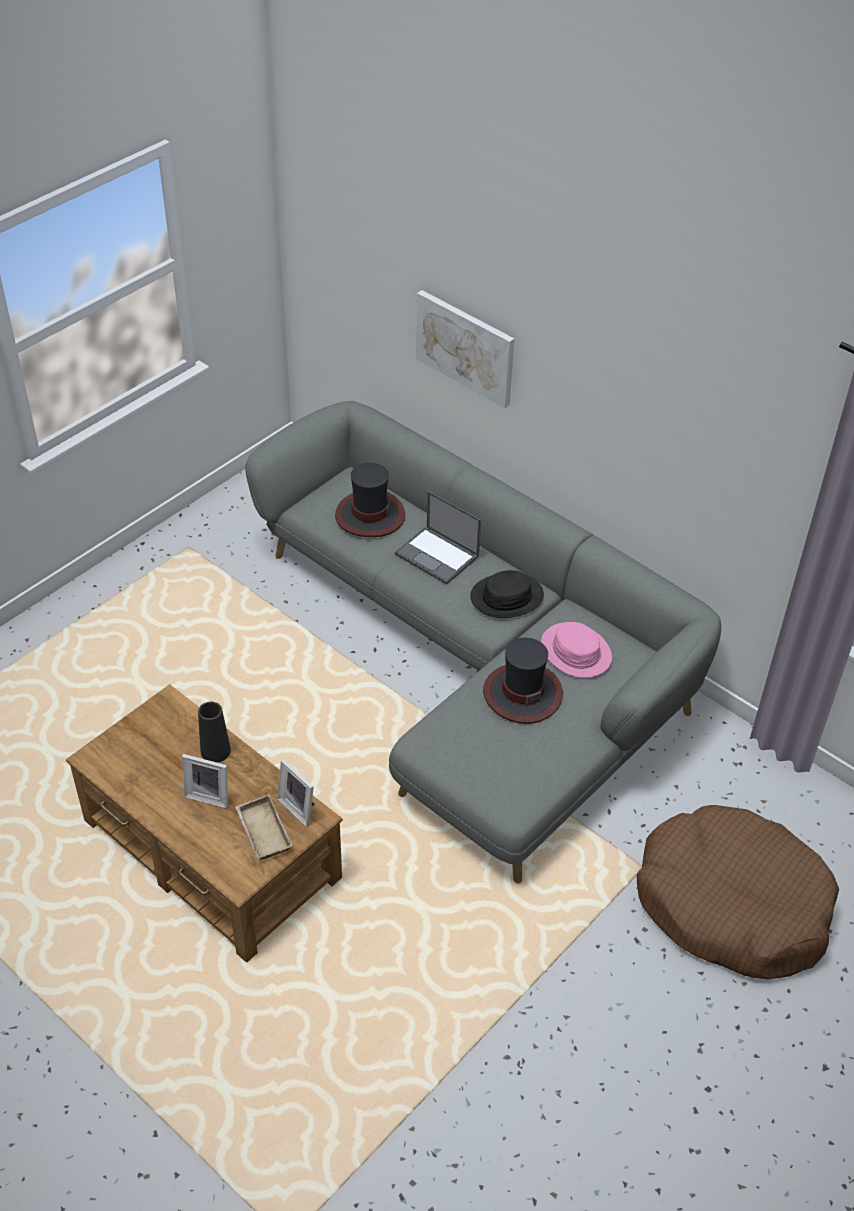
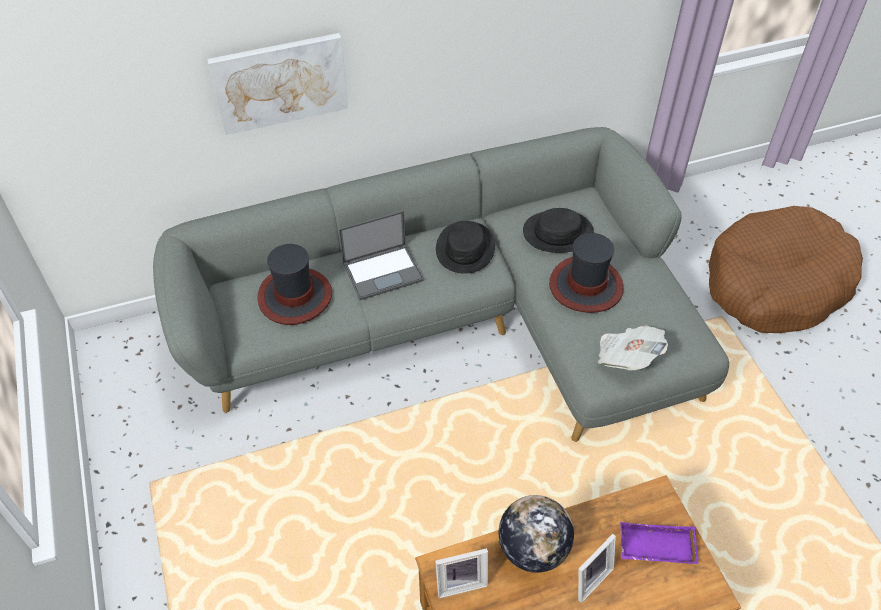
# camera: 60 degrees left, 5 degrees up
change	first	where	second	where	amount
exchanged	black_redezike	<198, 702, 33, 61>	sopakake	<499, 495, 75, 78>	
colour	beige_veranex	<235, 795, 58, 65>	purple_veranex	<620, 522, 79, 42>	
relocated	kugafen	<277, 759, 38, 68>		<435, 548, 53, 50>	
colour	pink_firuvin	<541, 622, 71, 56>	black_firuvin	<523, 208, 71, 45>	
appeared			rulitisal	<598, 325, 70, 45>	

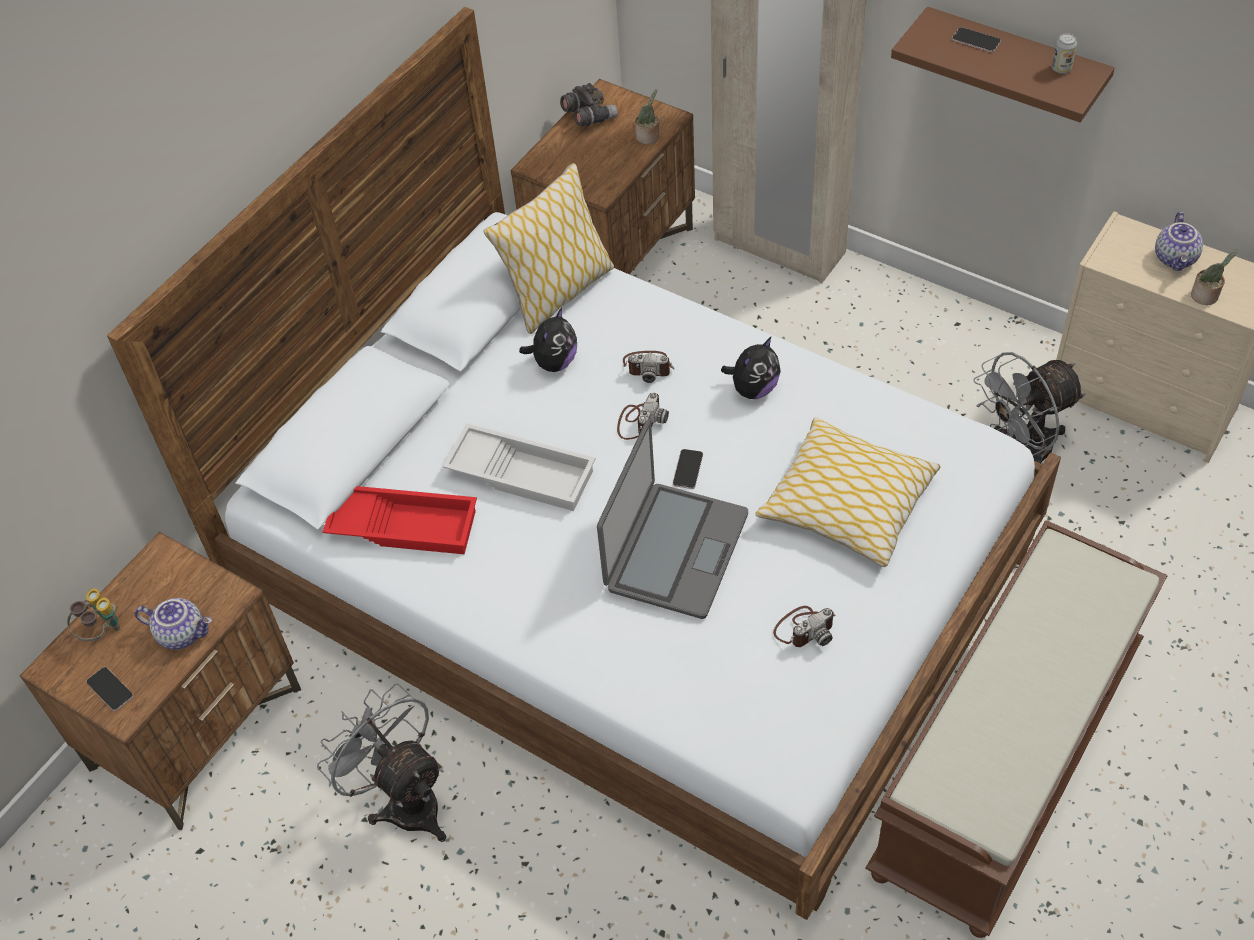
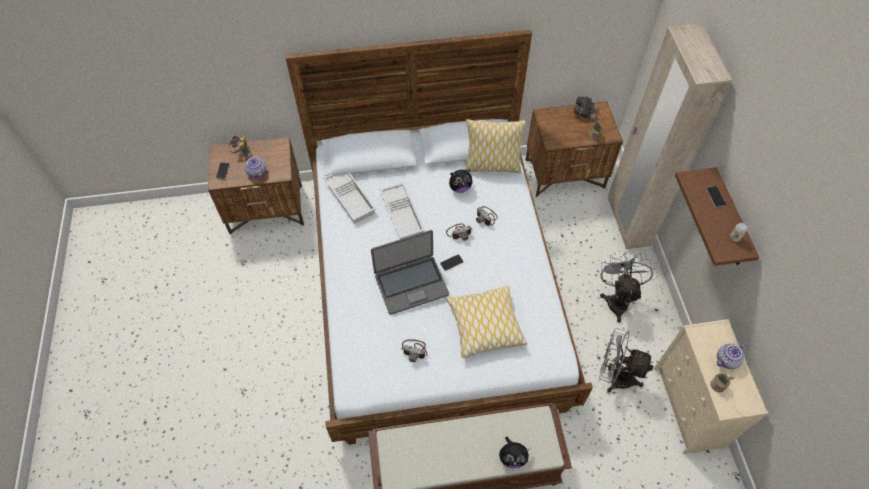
# camera: 45 degrees right, 5 degrees up
change	first	where	second	where	amount
relocated	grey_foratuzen	<317, 684, 129, 158>		<600, 252, 53, 71>	
colour	red_veranex	<323, 486, 154, 68>	white_veranex	<324, 172, 52, 52>	
relocated	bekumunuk	<721, 337, 60, 62>		<499, 437, 30, 32>	

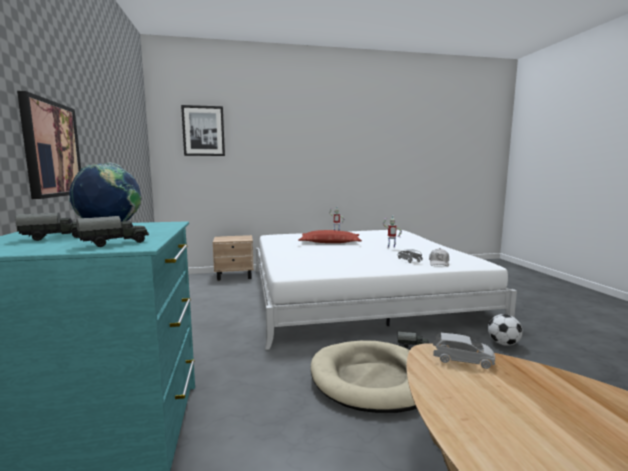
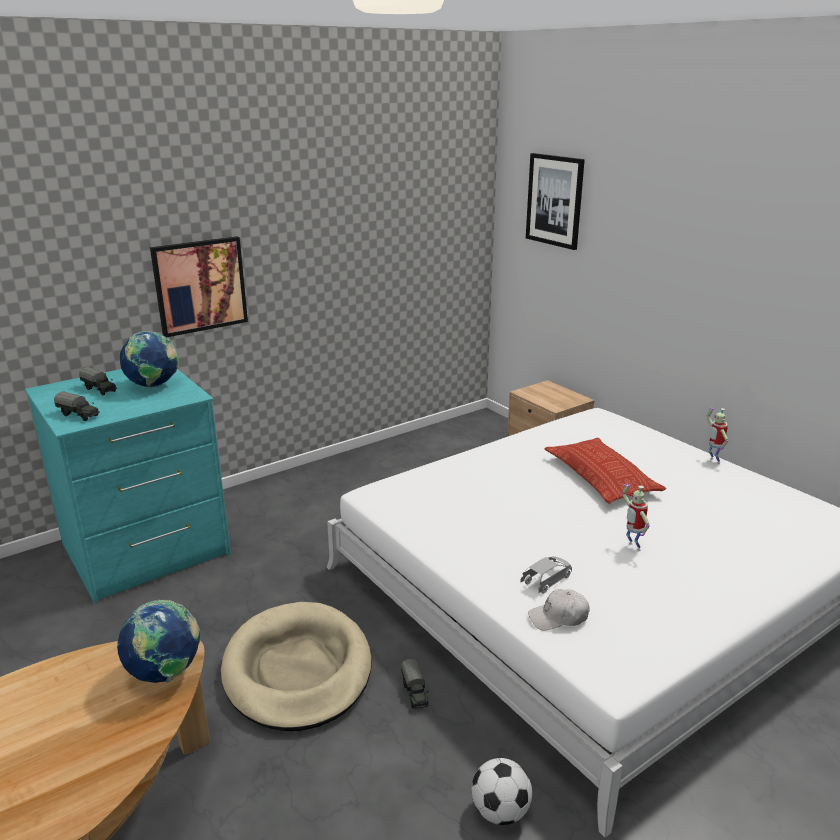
# camera: 65 degrees right, 15 degrees up
change	first	where	second	where	amount
exchanged	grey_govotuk	<433, 333, 62, 36>	sopakake	<117, 600, 83, 83>	

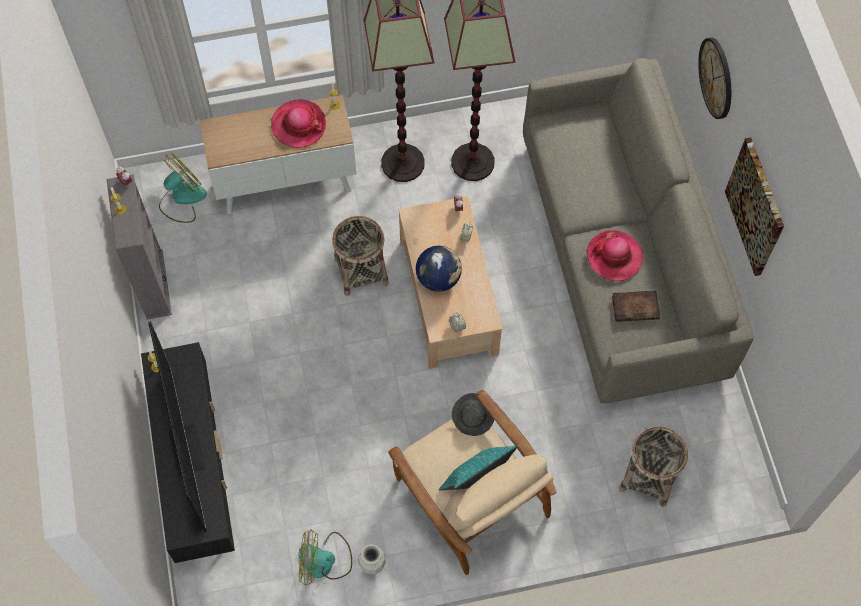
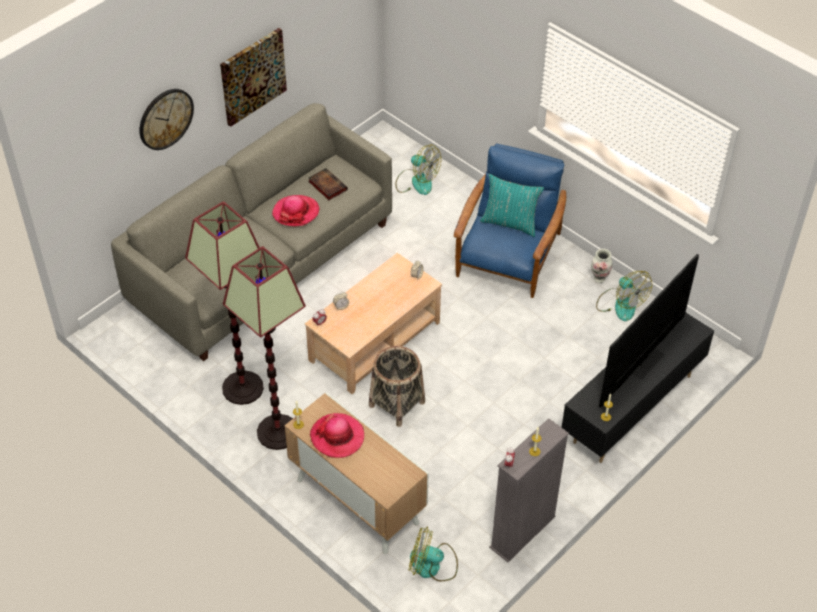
# camera: 125 degrees left, 15 degrees down
change	first	where	second	where	amount
colour	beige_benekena	<388, 390, 168, 185>	blue_benekena	<454, 144, 112, 154>	
missing	sopakake	<416, 246, 46, 46>			
missing	grey_firuvin	<452, 393, 42, 43>			
exchanged	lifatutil	<619, 426, 69, 81>	foratuzen	<395, 144, 46, 51>	

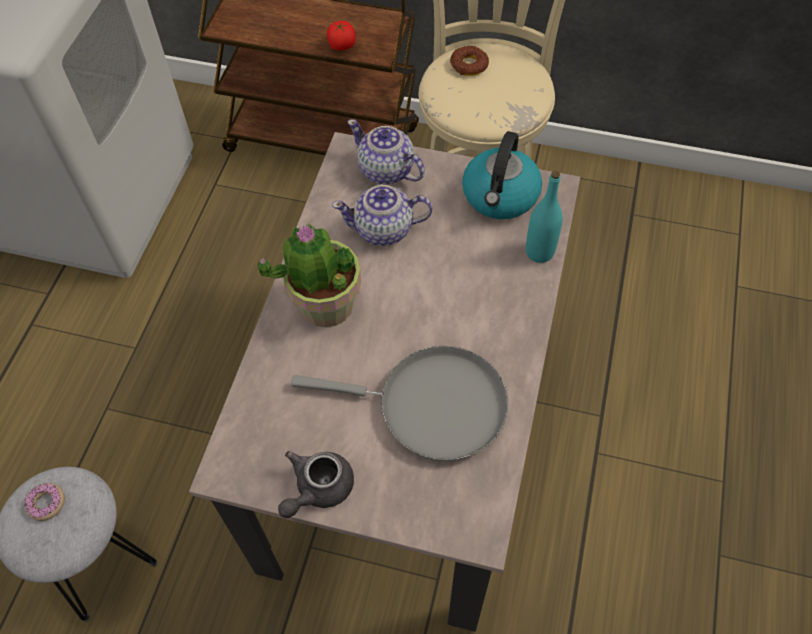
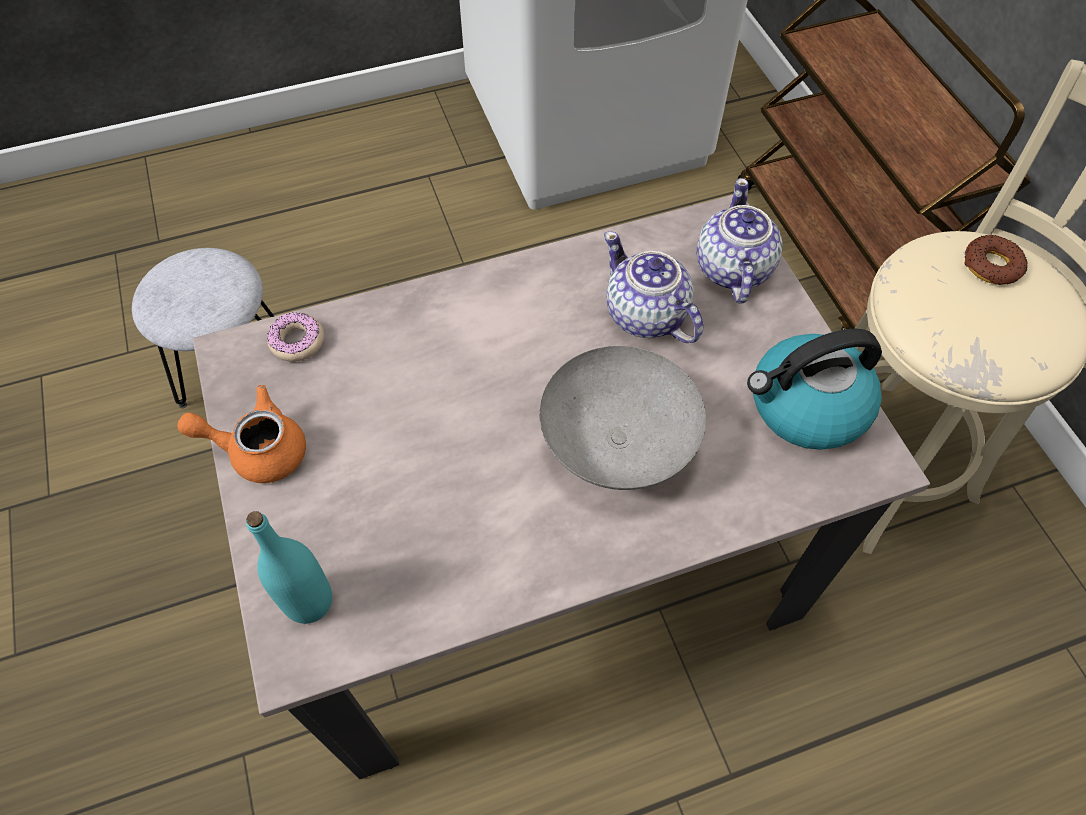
# camera: 55 degrees right, 0 degrees up
change	first	where	second	where	amount
relocated	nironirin	<25, 483, 40, 38>		<267, 312, 57, 50>	
missing	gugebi	<257, 224, 104, 103>			
colour	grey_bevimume	<278, 451, 76, 67>	orange_bevimume	<178, 385, 128, 98>	
missing	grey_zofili	<291, 346, 217, 115>			
missing	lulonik	<327, 21, 29, 29>			
relocated	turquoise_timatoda	<526, 171, 37, 92>		<246, 511, 86, 113>	
appeared			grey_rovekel	<539, 346, 167, 144>	

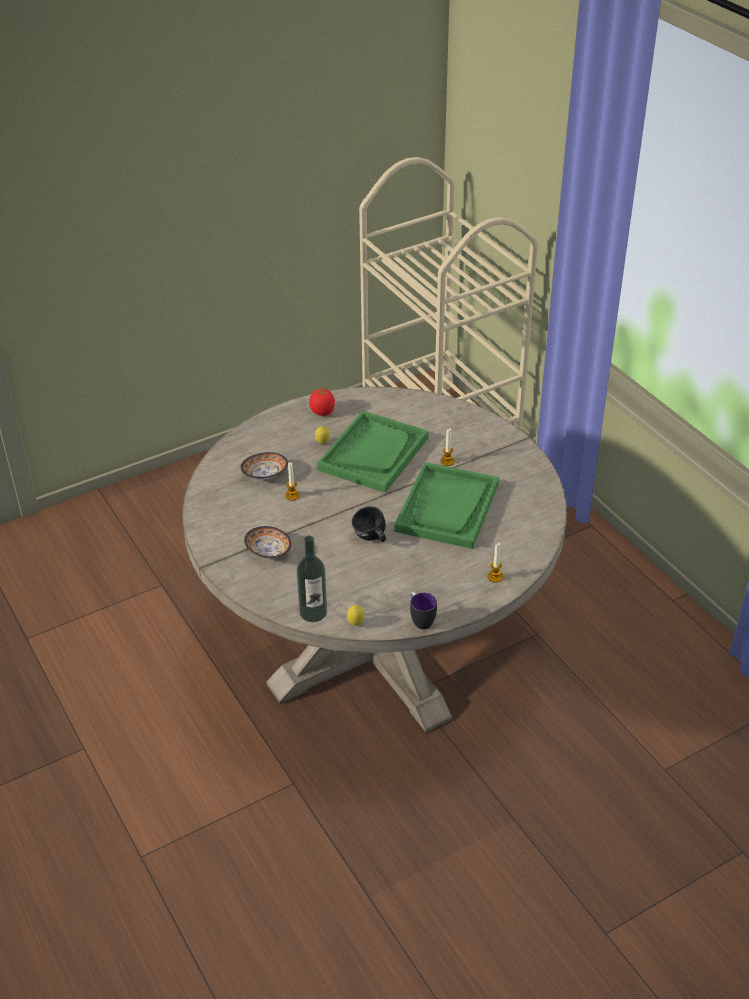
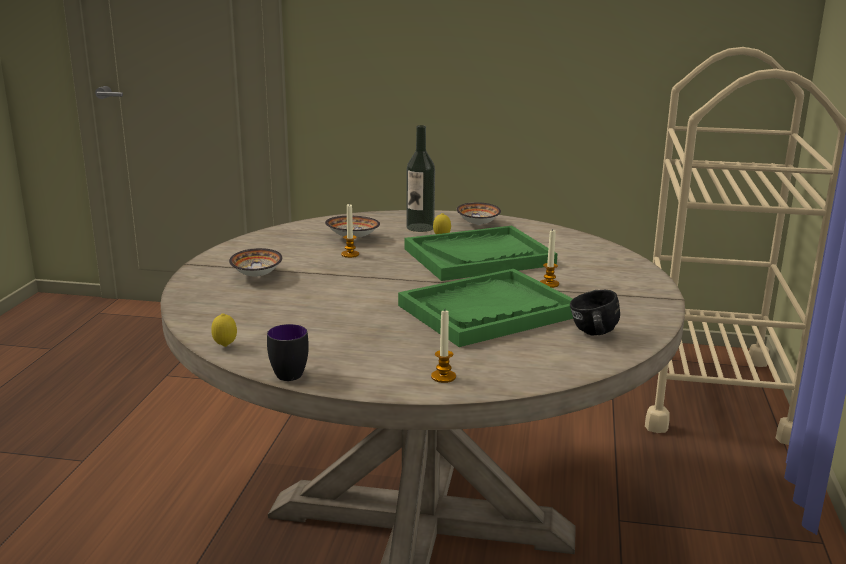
# camera: 40 degrees right, 20 degrees down
change	first	where	second	where	amount
relocated	timatoda	<297, 535, 30, 87>		<406, 125, 29, 107>	
exchanged	lulonik	<309, 388, 26, 28>	rovekel	<457, 202, 44, 23>	
relocated	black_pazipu	<352, 506, 34, 36>		<570, 290, 50, 46>	

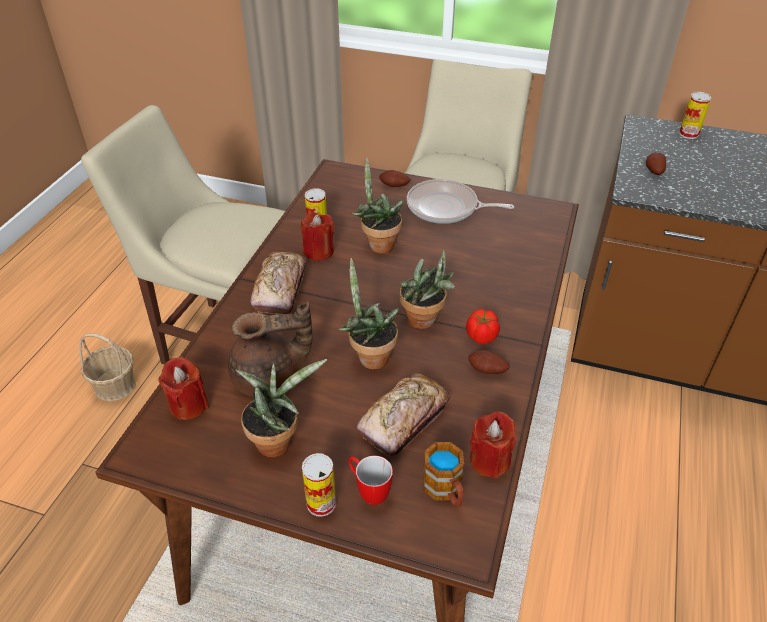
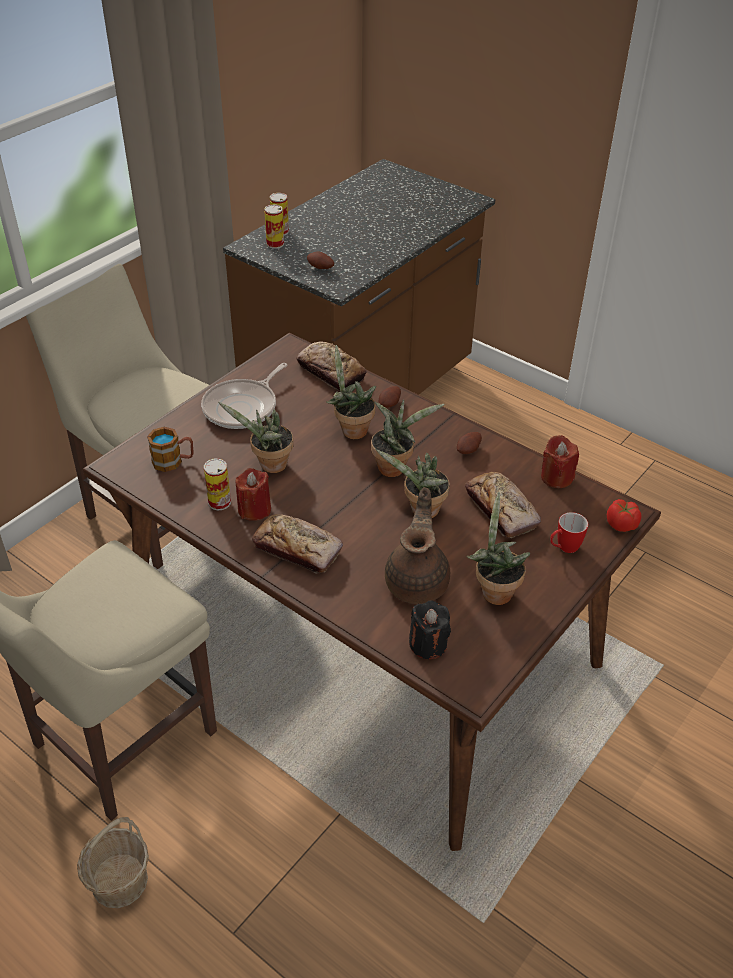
# camera: 70 degrees left, 0 degrees up
change	first	where	second	where	amount
colour	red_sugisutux	<158, 357, 51, 63>	black_sugisutux	<409, 600, 42, 59>	
relocated	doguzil	<302, 453, 34, 64>		<264, 204, 20, 45>	
relocated	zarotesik	<379, 170, 31, 17>		<379, 386, 22, 22>	
relocated	pazipu	<423, 442, 41, 66>		<147, 427, 47, 45>	
relocated	lulonik	<466, 309, 34, 35>		<607, 499, 35, 33>	
appeared			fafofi	<297, 342, 70, 49>	
appeared			gugebi	<326, 345, 50, 94>	

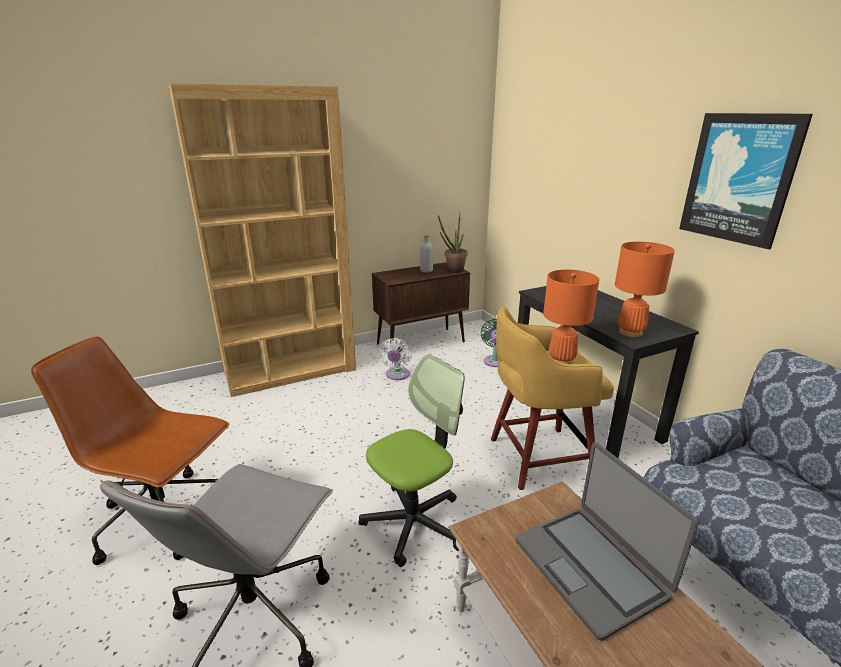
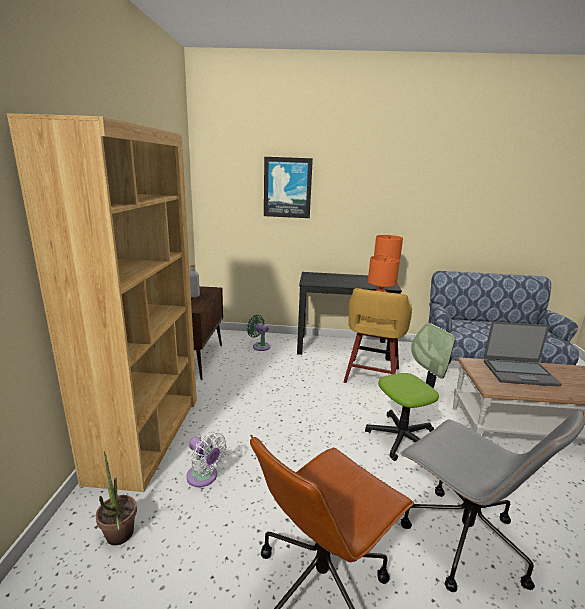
# camera: 60 degrees left, 5 degrees down
change	first	where	second	where	amount
spun	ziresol	<359, 354, 105, 213>		<365, 323, 90, 138>	75 degrees clockwise
relocated	white_foratuzen	<378, 338, 34, 42>		<187, 433, 40, 54>	
relocated	gugebi	<438, 213, 30, 60>		<96, 451, 41, 94>	
relocated	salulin	<679, 113, 134, 136>		<264, 157, 49, 61>	

